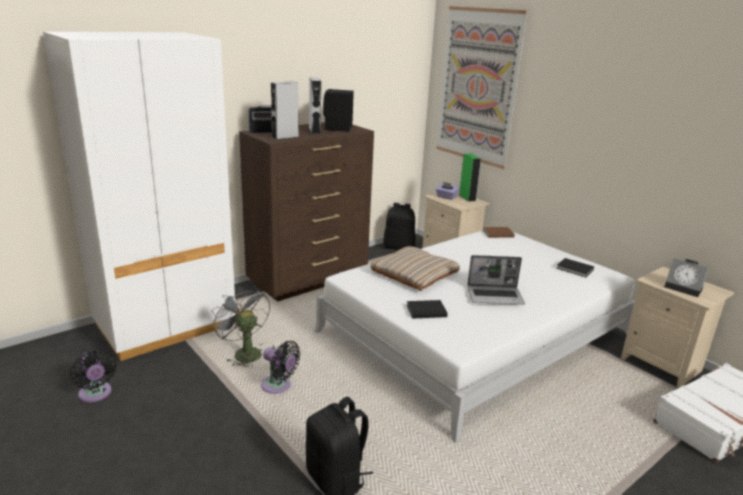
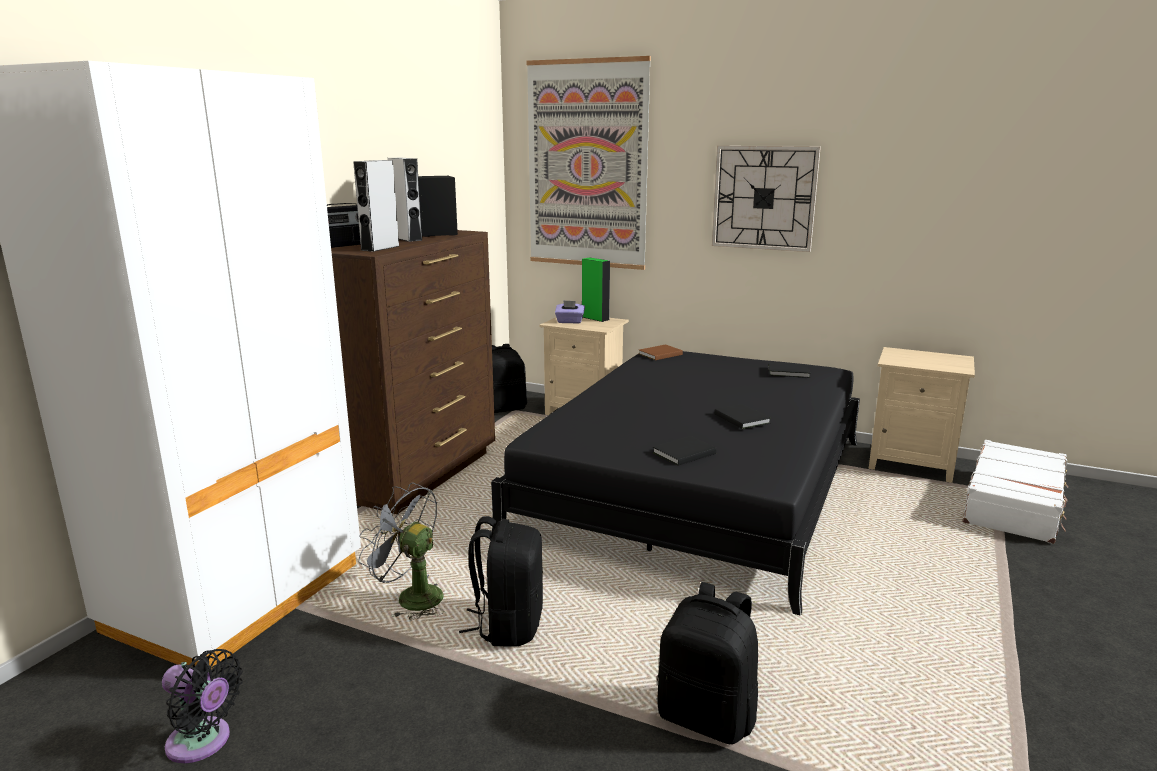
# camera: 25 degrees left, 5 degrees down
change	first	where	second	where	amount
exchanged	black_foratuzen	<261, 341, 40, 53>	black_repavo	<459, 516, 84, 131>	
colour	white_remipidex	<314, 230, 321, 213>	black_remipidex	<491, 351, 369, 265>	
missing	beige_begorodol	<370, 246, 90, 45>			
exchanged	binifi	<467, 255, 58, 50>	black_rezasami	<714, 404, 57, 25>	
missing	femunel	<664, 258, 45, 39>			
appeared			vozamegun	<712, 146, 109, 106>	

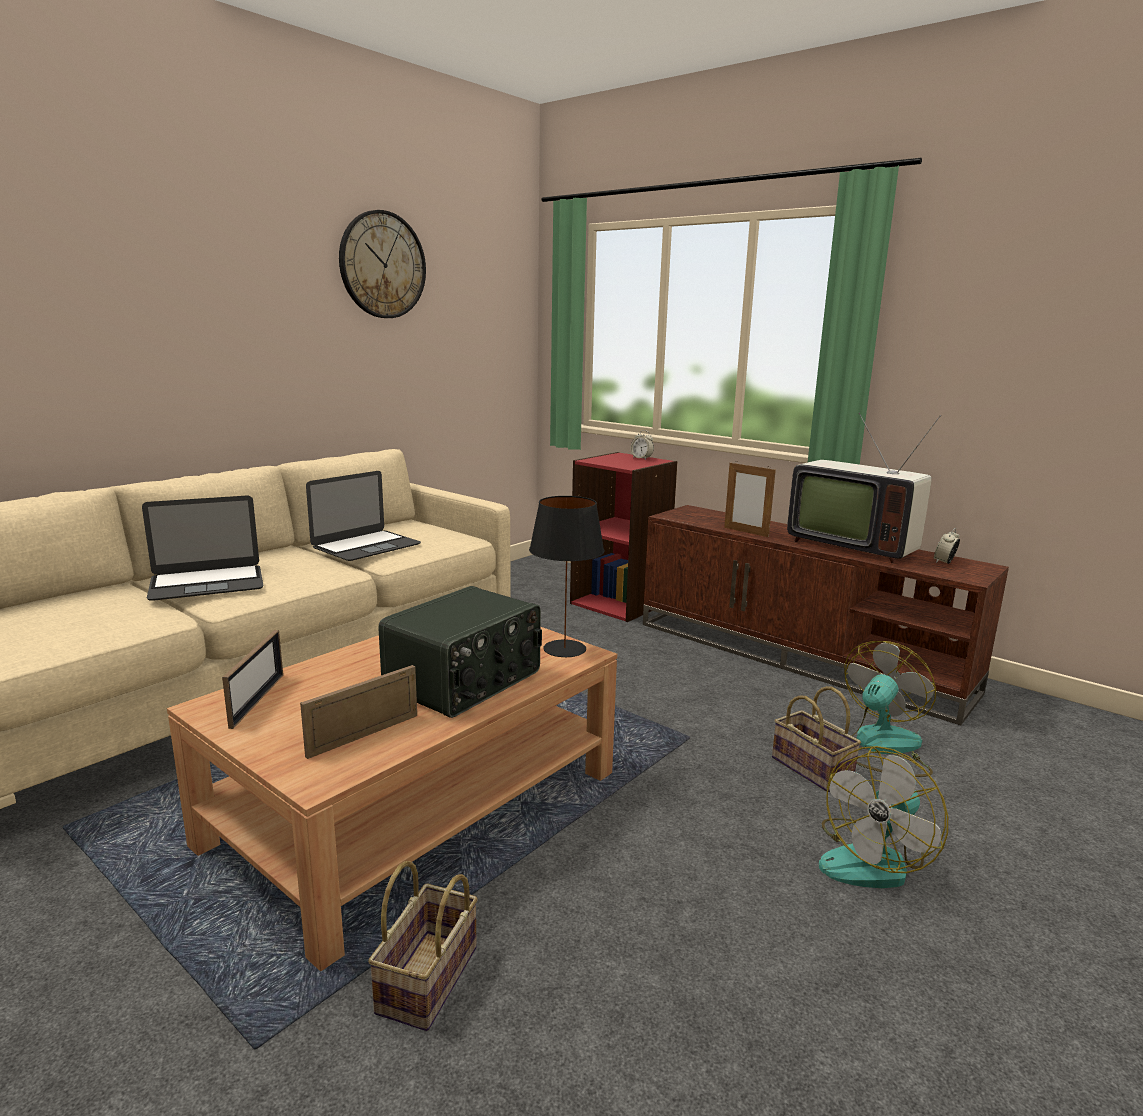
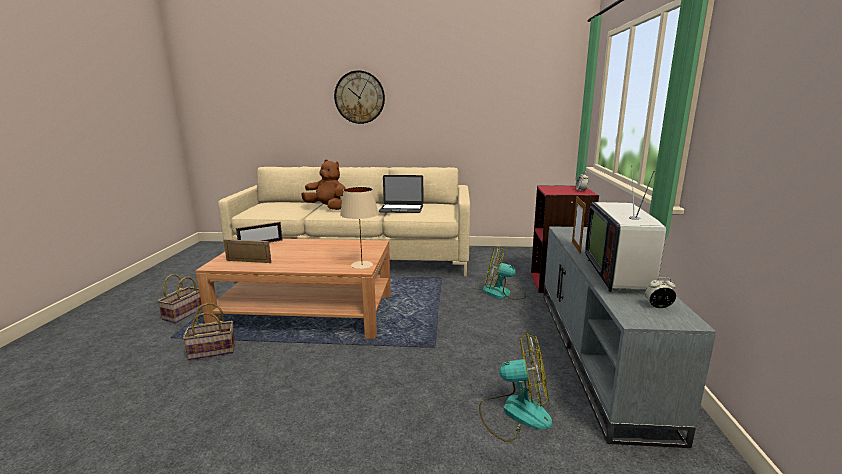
# camera: 55 degrees right, 0 degrees up
change	first	where	second	where	amount
exchanged	binifi	<142, 496, 122, 105>	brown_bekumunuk	<302, 160, 44, 50>	
relocated	vozamegun	<339, 210, 87, 108>		<334, 70, 51, 54>	
missing	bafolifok	<378, 586, 164, 132>			
colour	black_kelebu	<529, 496, 75, 161>	beige_kelebu	<340, 187, 39, 82>	
colour	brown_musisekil	<643, 505, 366, 220>	grey_musisekil	<543, 226, 173, 222>	
relocated	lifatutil	<772, 686, 89, 106>		<158, 274, 44, 49>	
relocated	foratuzen	<818, 746, 130, 142>		<483, 246, 43, 54>	

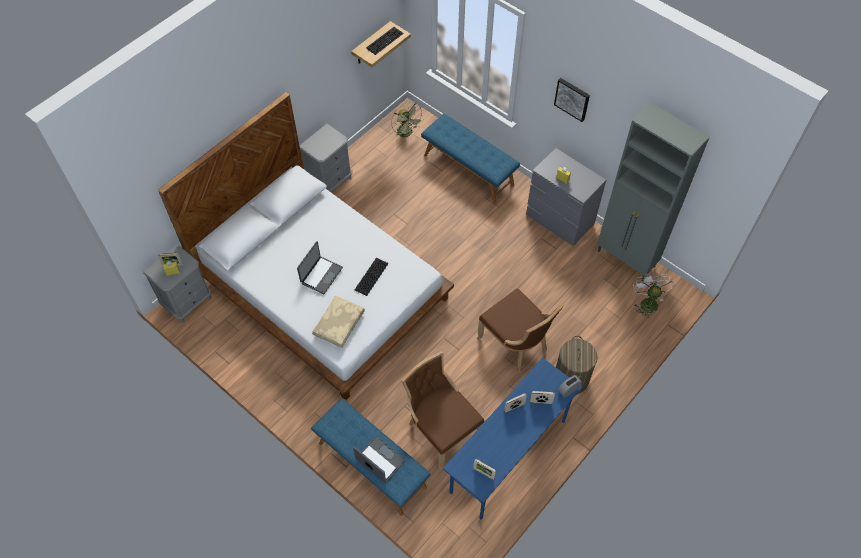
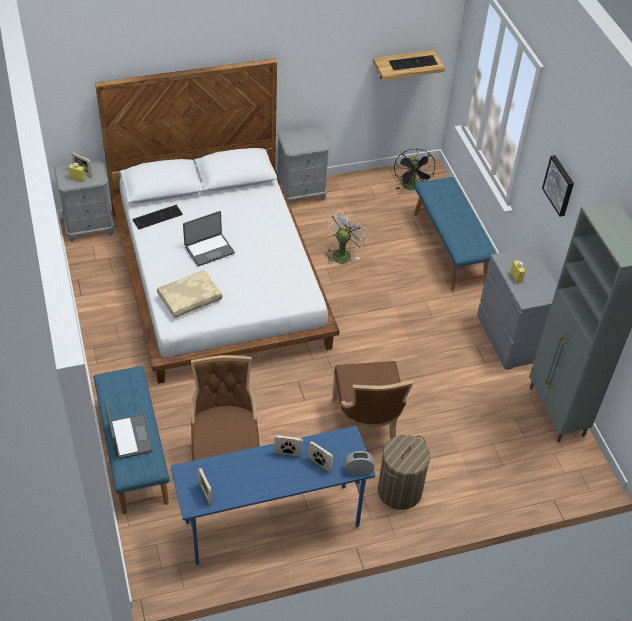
# camera: 30 degrees right, 10 degrees down
change	first	where	second	where	amount
relocated	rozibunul	<355, 258, 33, 38>		<132, 205, 51, 25>	
colour	green_foratuzen	<391, 102, 33, 39>	black_foratuzen	<394, 149, 41, 42>	
relocated	white_foratuzen	<633, 273, 42, 45>		<325, 211, 43, 52>	

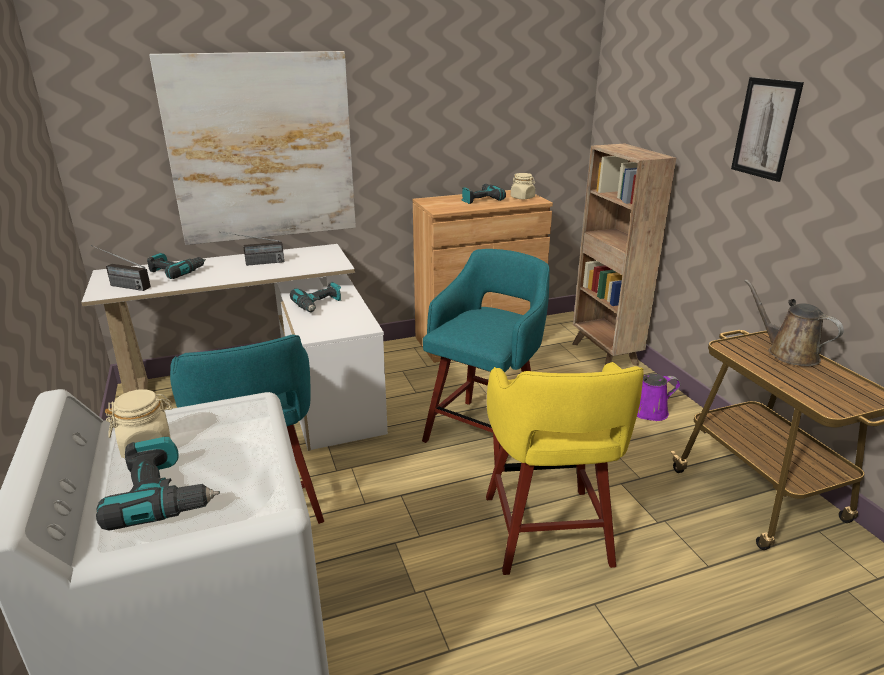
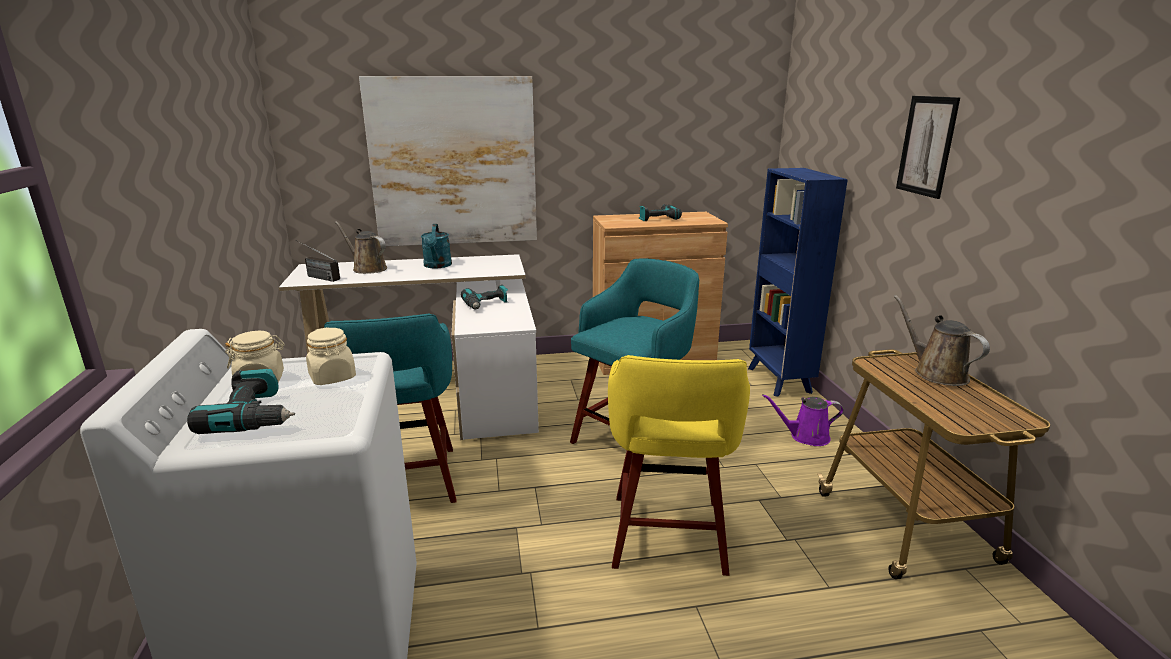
# camera: 10 degrees right, 5 degrees down
change	first	where	second	where	amount
exchanged	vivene	<147, 253, 59, 26>	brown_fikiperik	<335, 221, 52, 53>	
exchanged	bafolifok	<222, 232, 62, 34>	turquoise_fikiperik	<421, 224, 31, 45>	
relocated	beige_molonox	<511, 173, 24, 26>		<306, 327, 50, 58>	
colour	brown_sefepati	<572, 144, 104, 222>	blue_sefepati	<748, 168, 100, 229>	

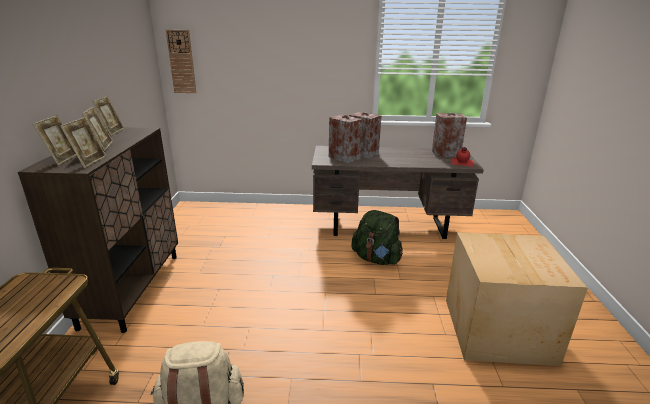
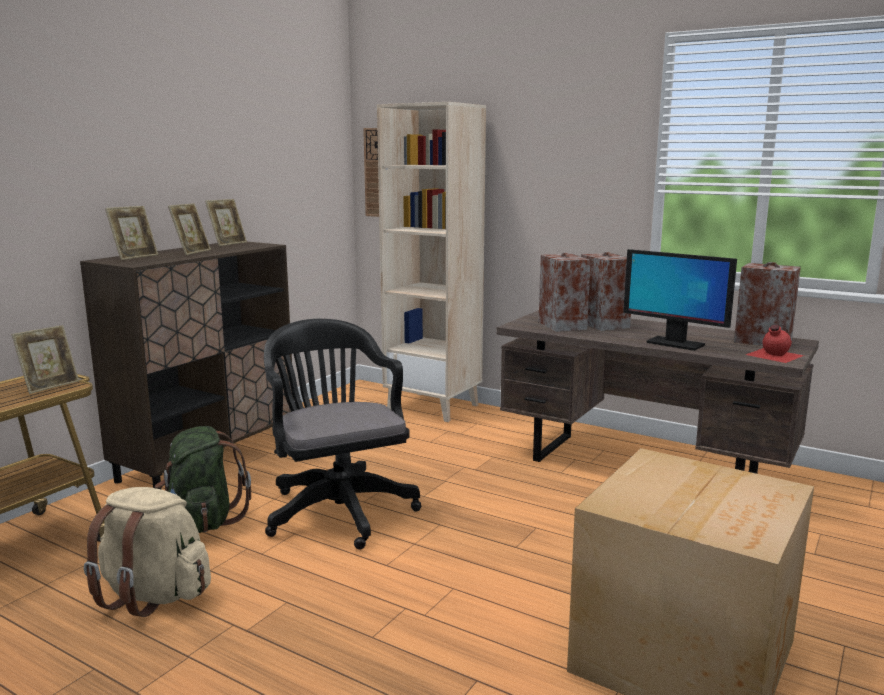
# camera: 30 degrees right, 10 degrees down
change	first	where	second	where	amount
relocated	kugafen	<60, 117, 46, 51>		<12, 325, 67, 69>	
relocated	green_repavo	<351, 210, 52, 55>		<155, 426, 96, 107>	
appeared			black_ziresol	<264, 319, 157, 231>	
appeared			beige_sefepati	<377, 102, 109, 320>	
appeared			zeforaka	<623, 249, 114, 102>	

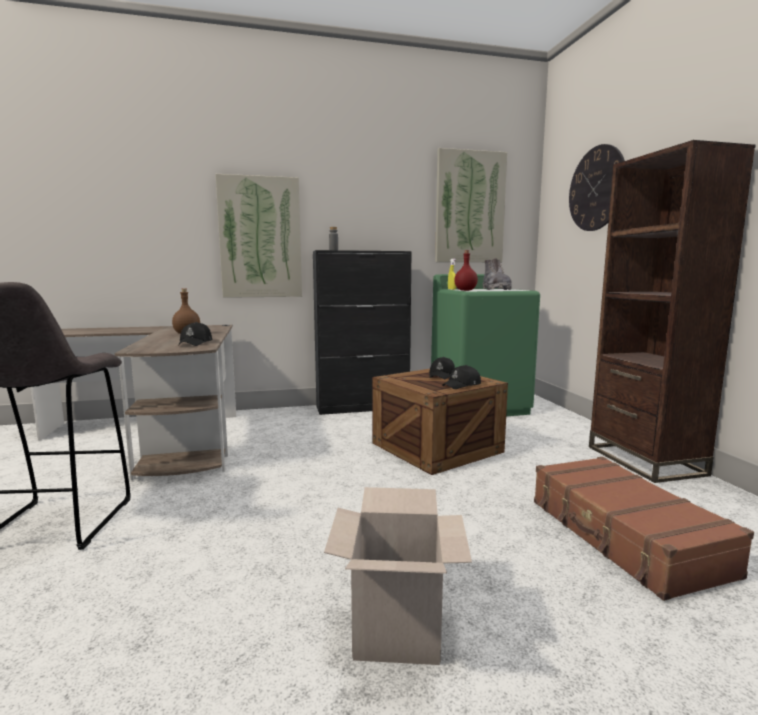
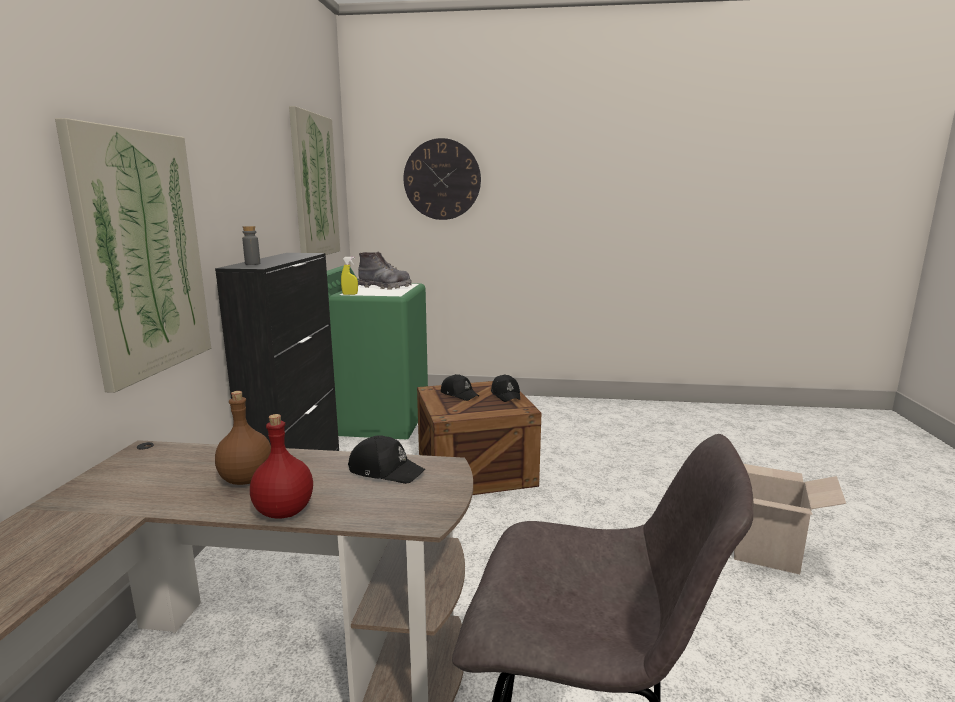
# camera: 70 degrees left, 5 degrees up
change	first	where	second	where	amount
relocated	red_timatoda	<454, 250, 24, 41>		<250, 414, 63, 105>	
missing	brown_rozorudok	<534, 457, 220, 144>			
missing	brown_sefepati	<589, 140, 167, 343>			

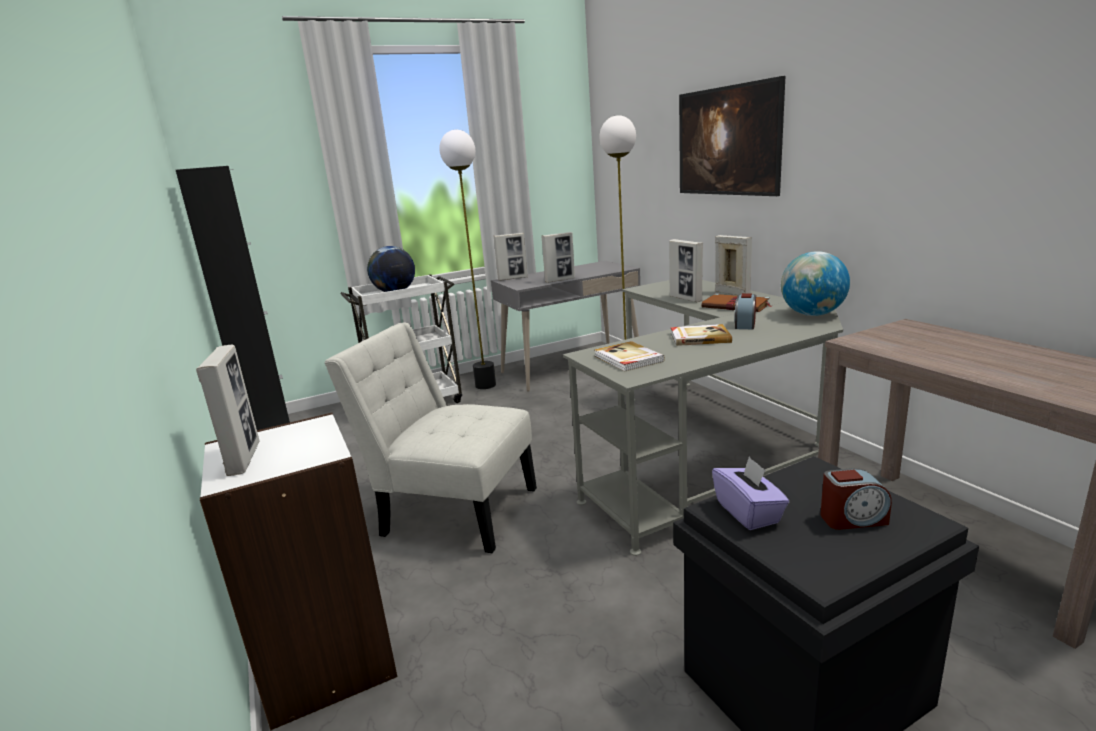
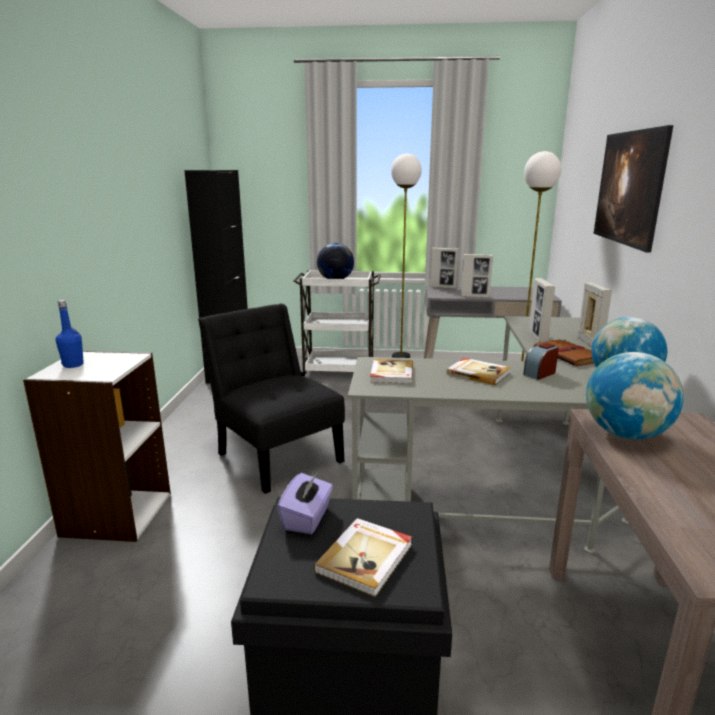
# camera: 30 degrees right, 0 degrees up
change	first	where	second	where	amount
exchanged	kugafen	<196, 345, 64, 131>	blue_timatoda	<56, 300, 28, 68>	
colour	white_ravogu	<324, 323, 213, 230>	black_ravogu	<198, 304, 147, 190>	
exchanged	femunel	<820, 468, 72, 62>	rezasami	<314, 518, 98, 79>	
appeared			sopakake	<586, 352, 98, 88>	

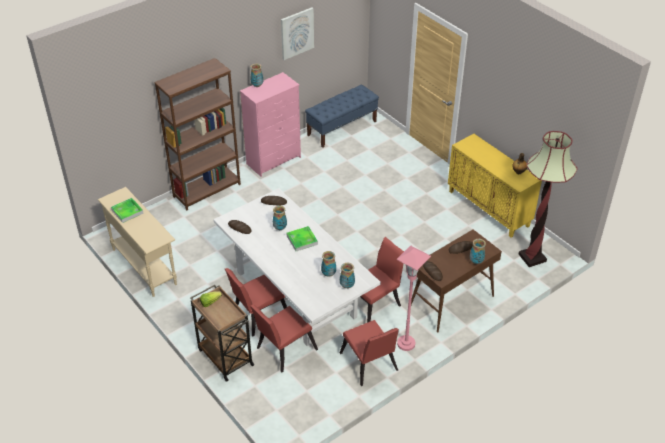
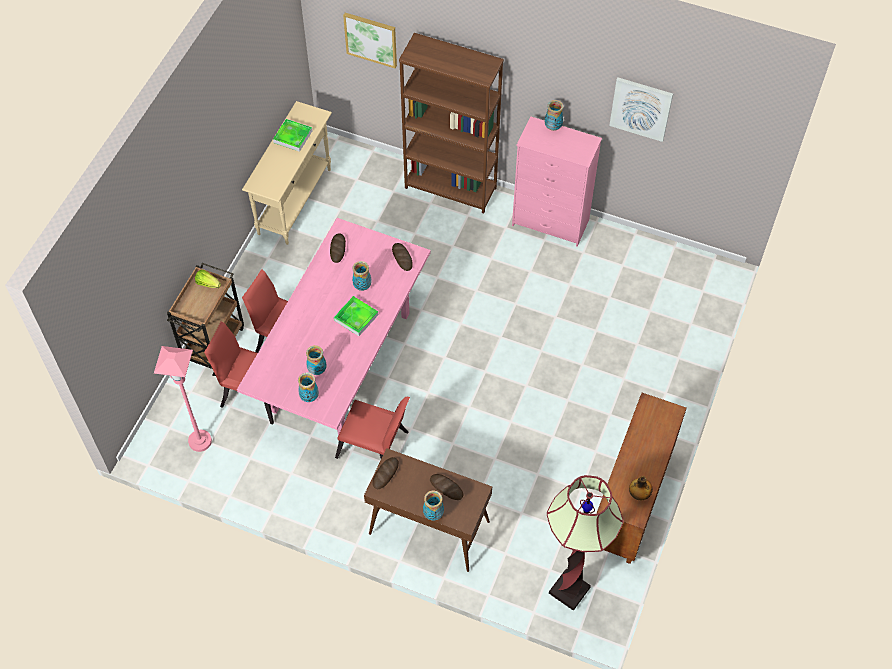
# camera: 60 degrees right, 15 degrees up
change	first	where	second	where	amount
colour	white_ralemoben	<213, 188, 168, 158>	pink_ralemoben	<237, 218, 194, 217>	
missing	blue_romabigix	<305, 85, 74, 63>			
missing	red_ravogu	<340, 320, 59, 66>			
relocated	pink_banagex	<396, 245, 35, 106>		<154, 346, 58, 106>	
colour	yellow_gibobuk	<448, 134, 94, 104>	brown_gibobuk	<597, 393, 90, 171>	
appeared			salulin	<343, 13, 54, 55>	

